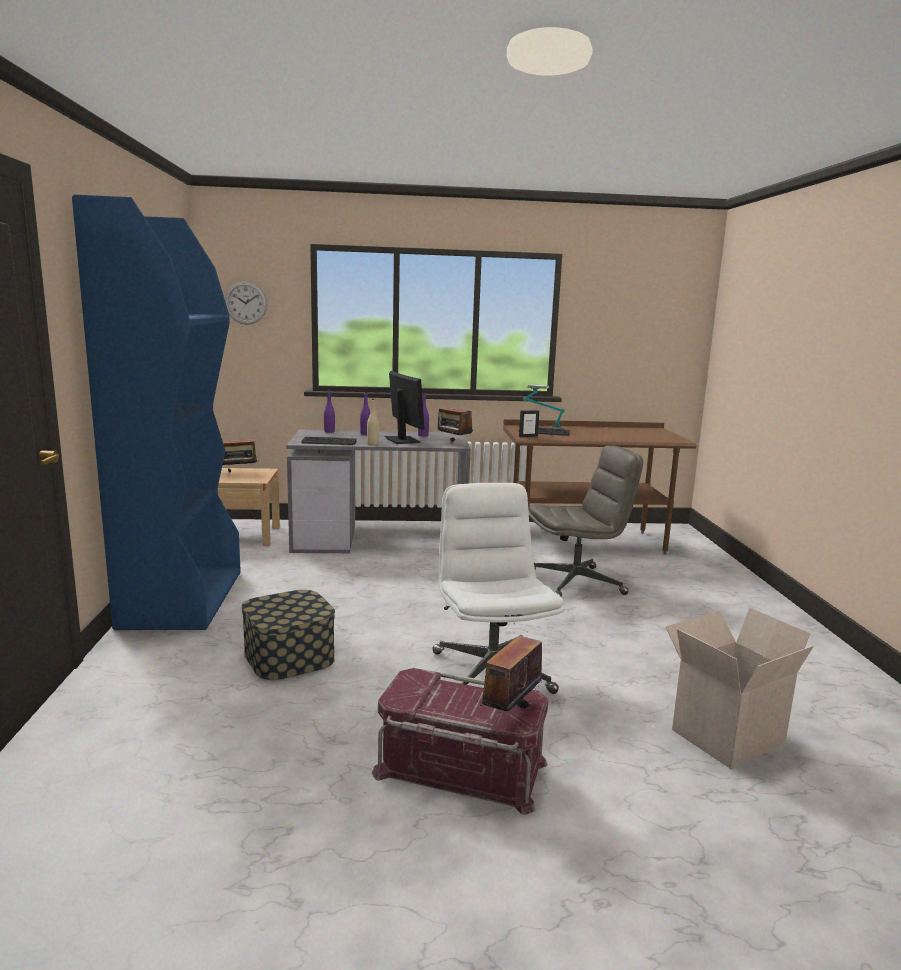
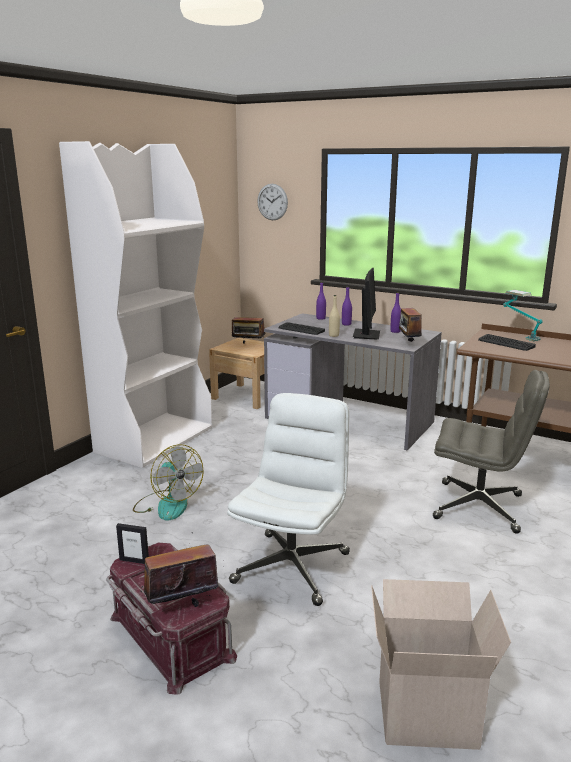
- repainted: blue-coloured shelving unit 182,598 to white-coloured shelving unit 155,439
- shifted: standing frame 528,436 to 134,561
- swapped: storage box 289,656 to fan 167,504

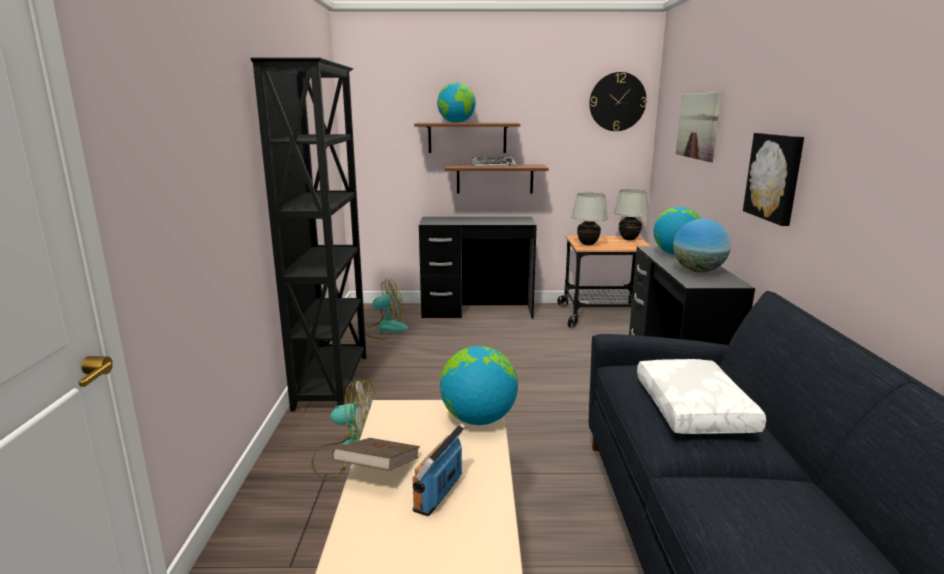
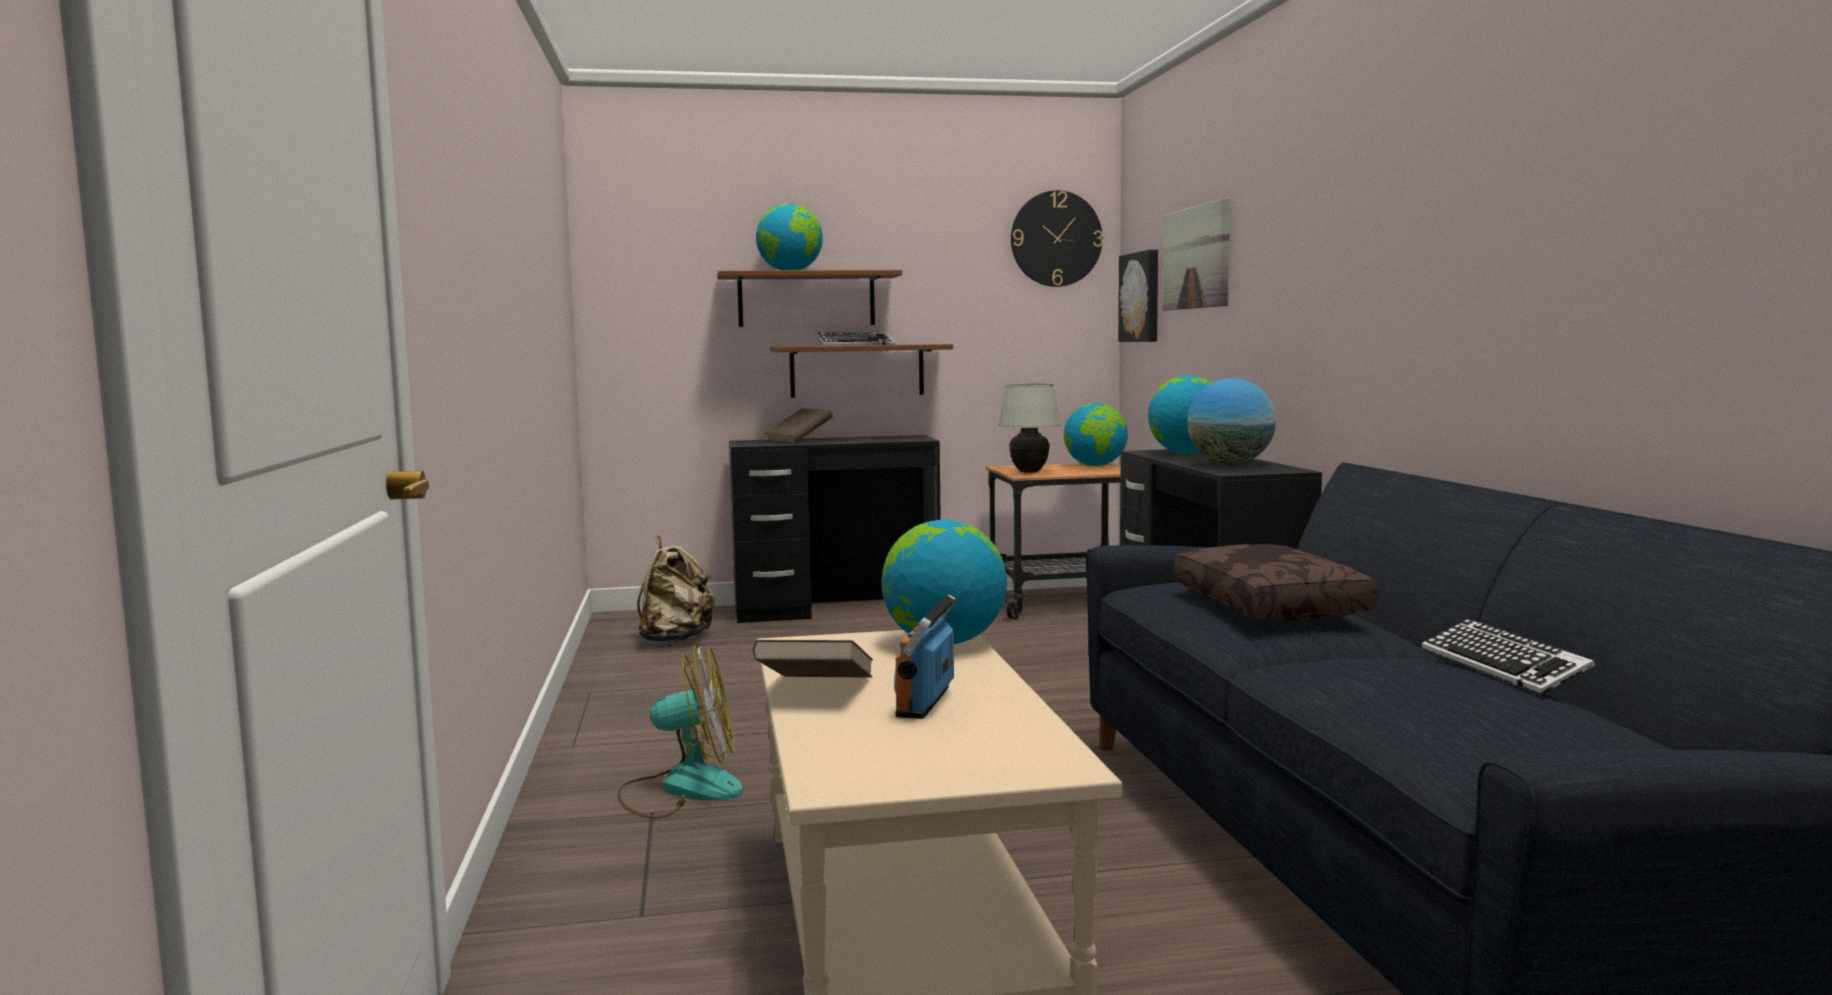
- gone: black-coloured shelving unit 333,381
- shifted: picture 775,177 to 1142,297
- swapped: white-coloured lamp for a table 629,239 to desk globe 1095,466
- swapped: fan 385,329 to beige knapsack 675,640
- repainted: white-coloured throw pillow 695,409 to brown throw pillow 1272,606
- new: brown volume 799,440
- new: keyboard 1503,667

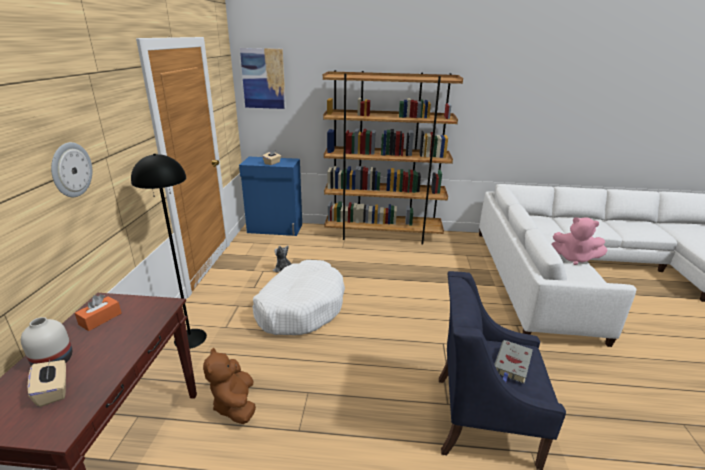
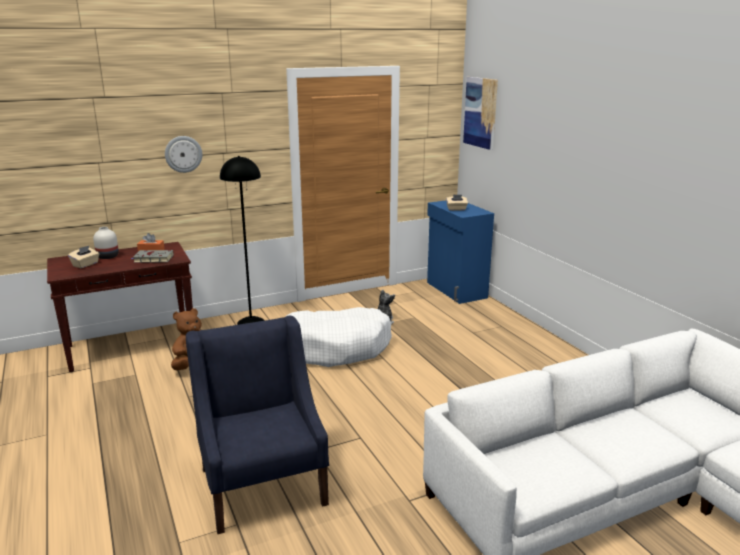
- gone: brown shelving unit 383,235
- gone: pinkish soft toy 574,258
- shifted: greyish volume 512,364 to 152,259

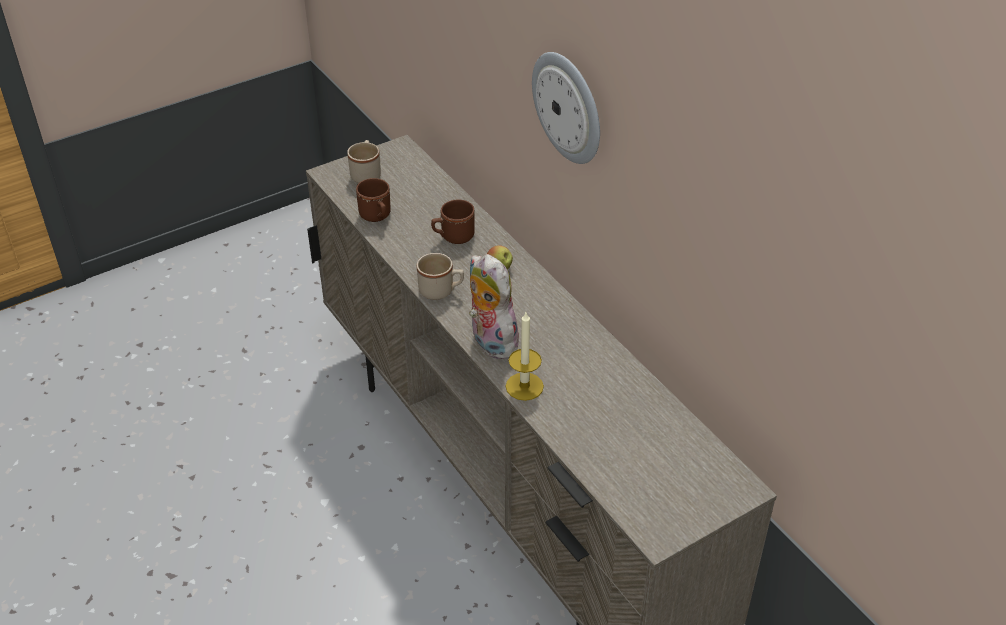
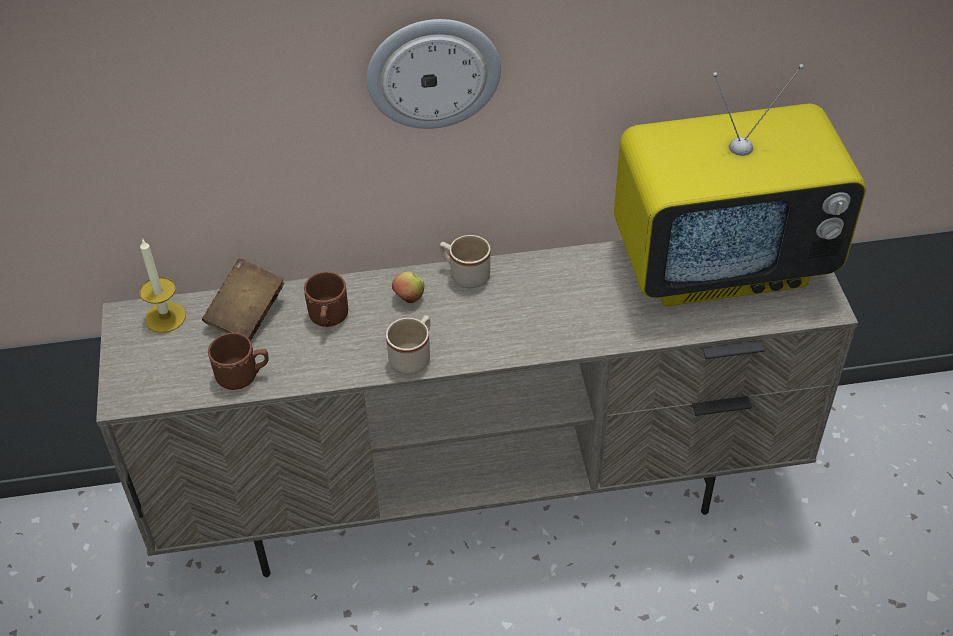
- shifted: beige coffee mug 366,173 to 464,274
- gone: soft toy 490,342
- shifted: wax light 524,386 to 165,317
- new: TV set 723,263
- new: brown volume 247,314

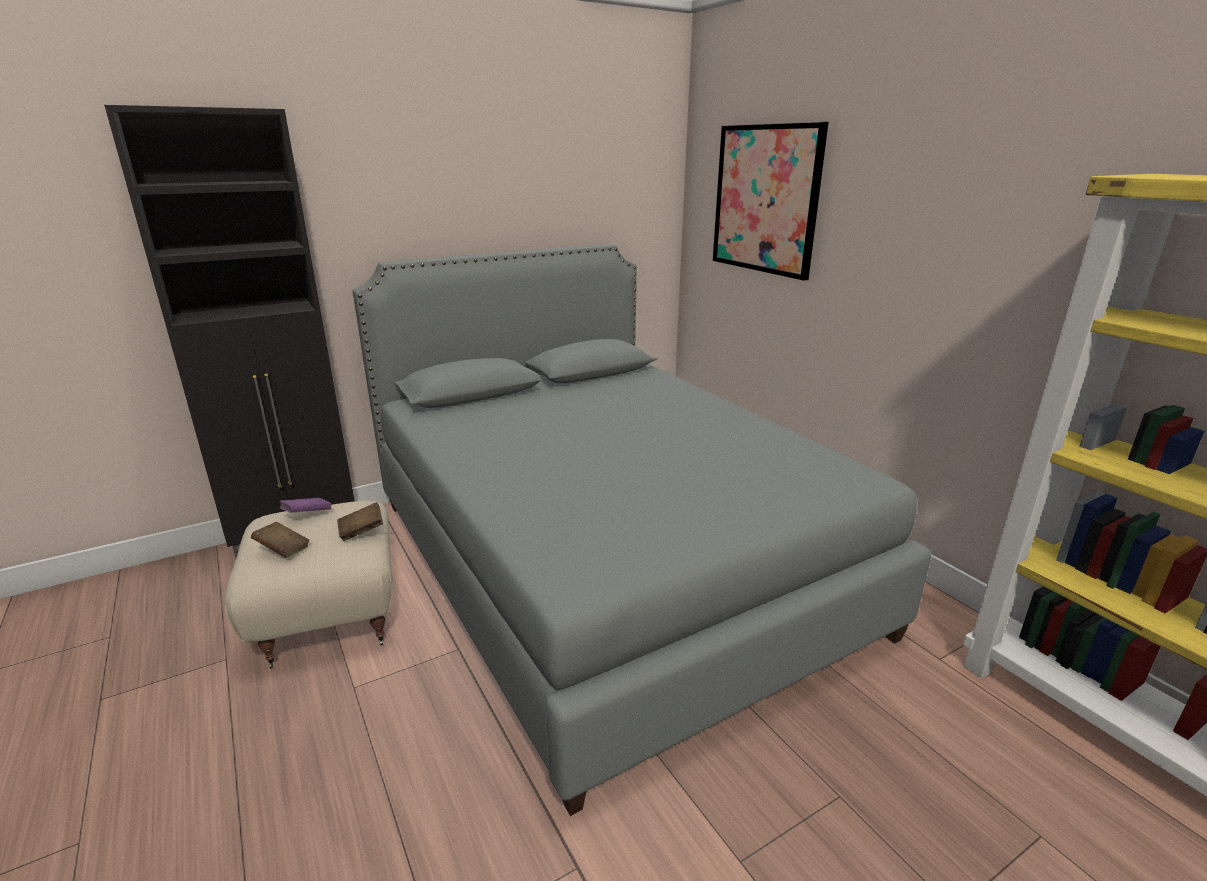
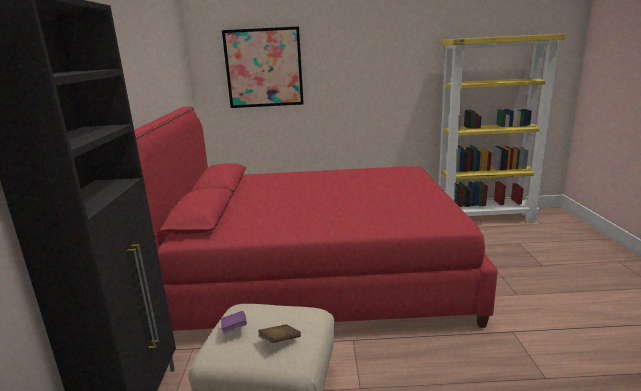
- repainted: greyish bed 606,564 to red-coloured bed 318,276
- gone: brown volume 361,531

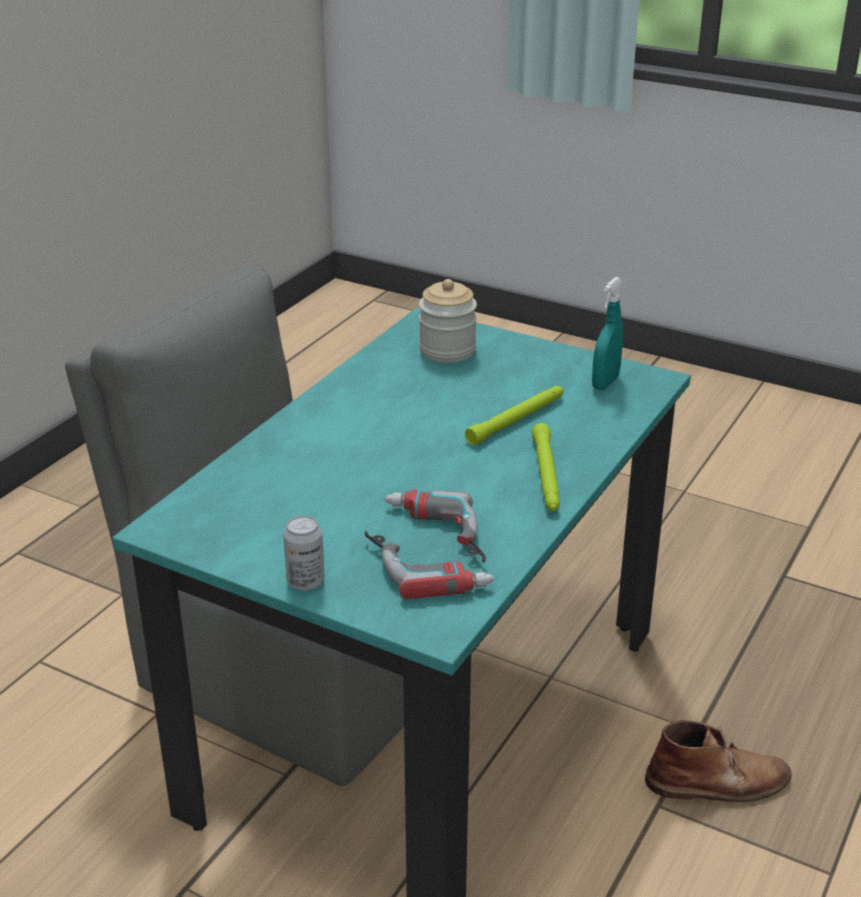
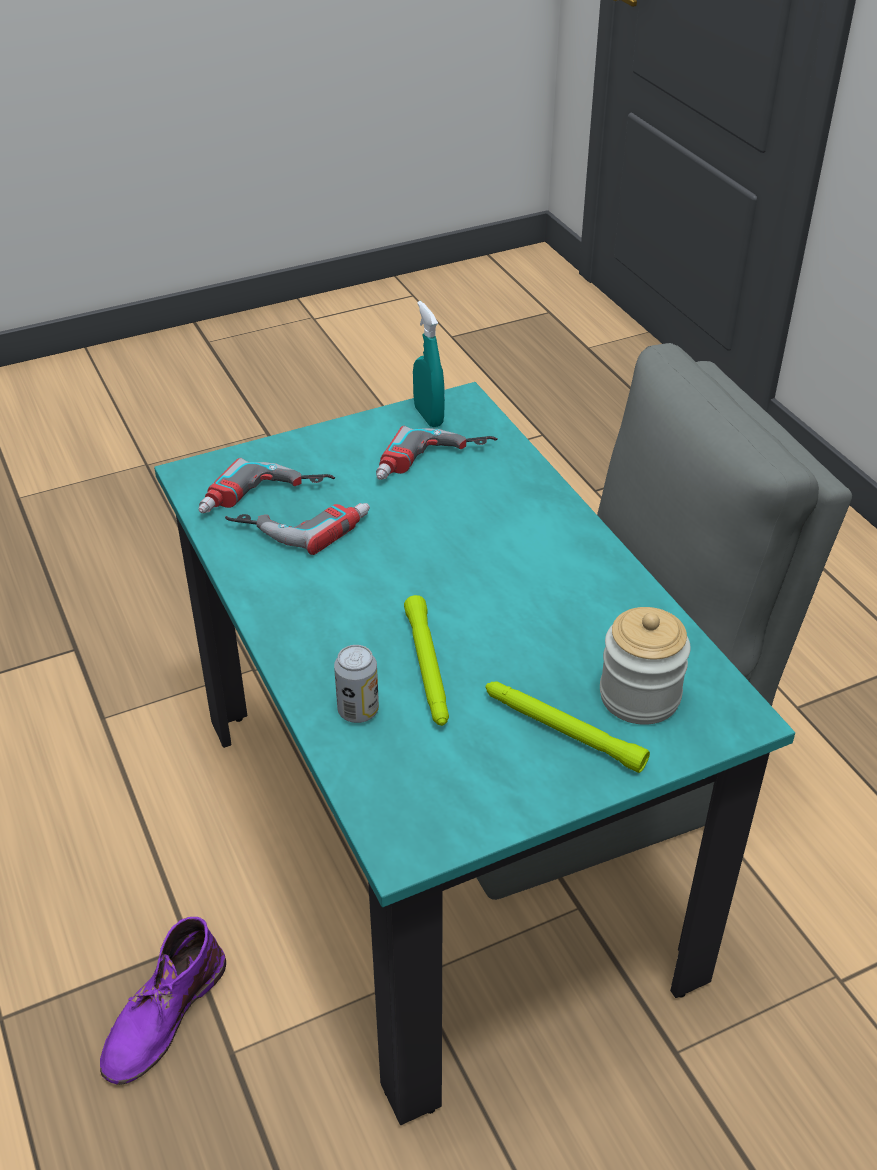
- shifted: blue-green hand sprayer 605,383 to 428,416
- shifted: green flashlight 546,475 to 562,730
- shifted: can 305,581 to 358,711
- repainted: brown high-top boot 719,782 to purple-coloured high-top boot 163,1015
- new: electric drill 435,465

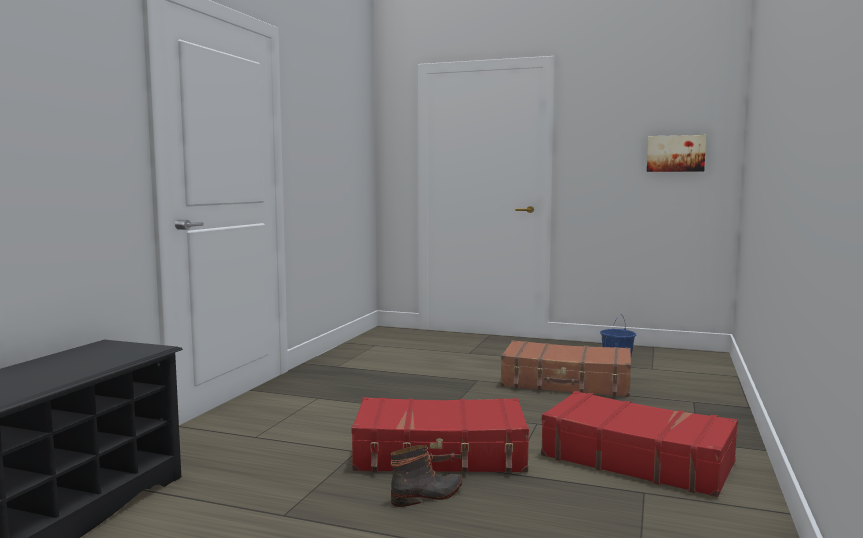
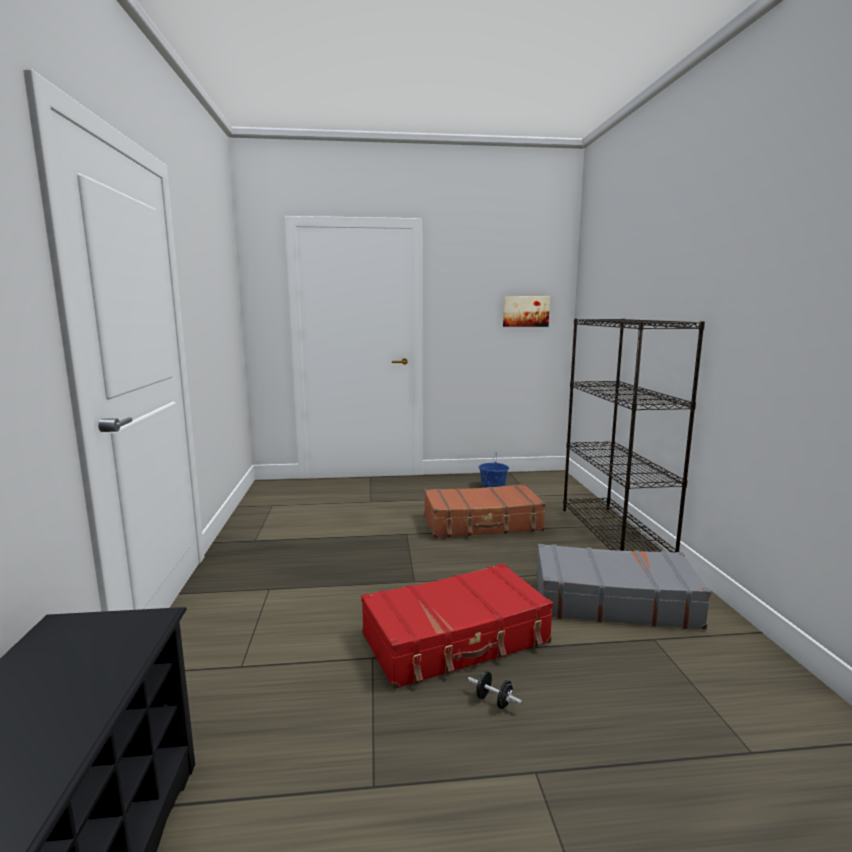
- repainted: red-coloured suitcase 636,459 to greyish suitcase 612,600
- swapped: high-top boot 428,495 to black-coloured dumbbell 494,701
- new: black-coloured shelving unit 614,535

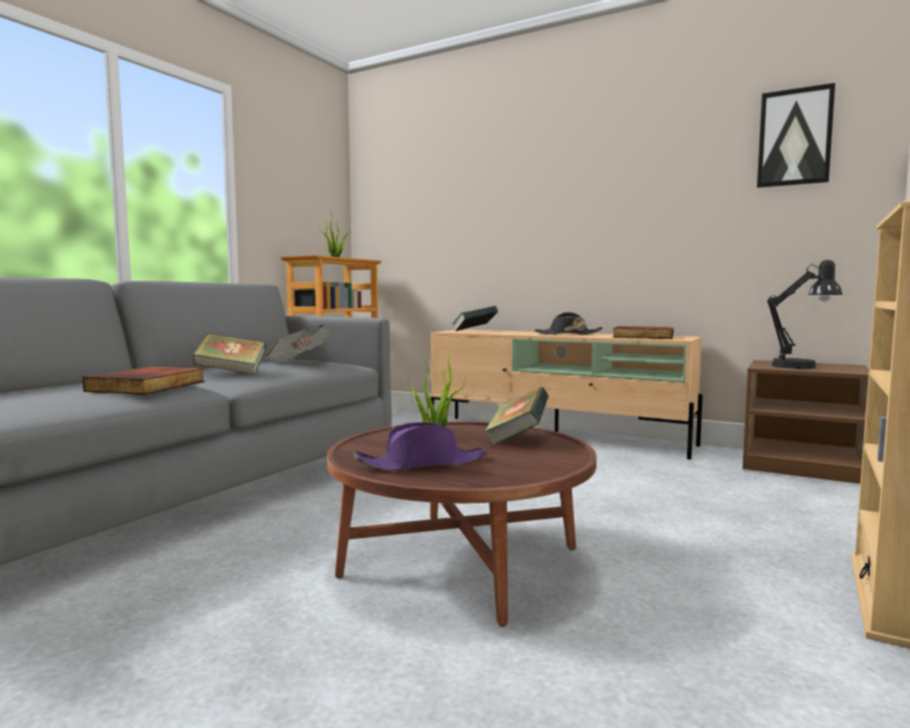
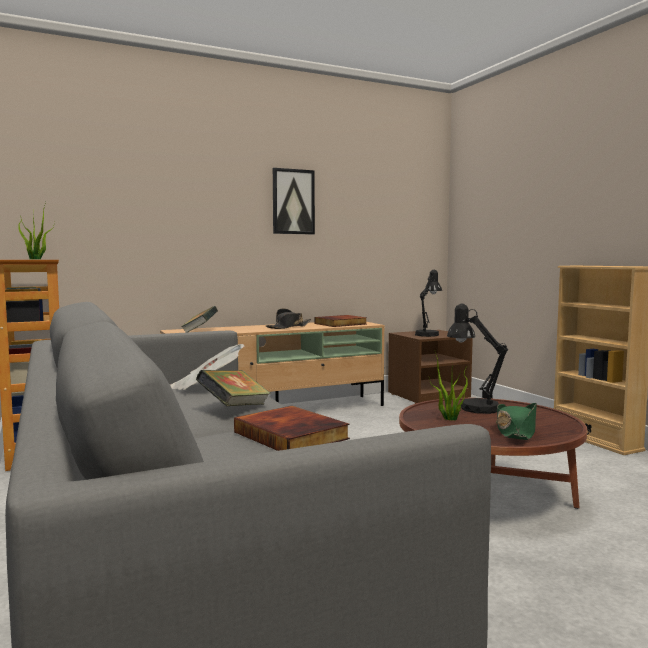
- shifted: picture 794,137 to 293,202
- swapped: volume 517,439 to black-coloured lamp for a table 473,407
- repainted: purple-coloured wearable hat 423,464 to green wearable hat 516,431

